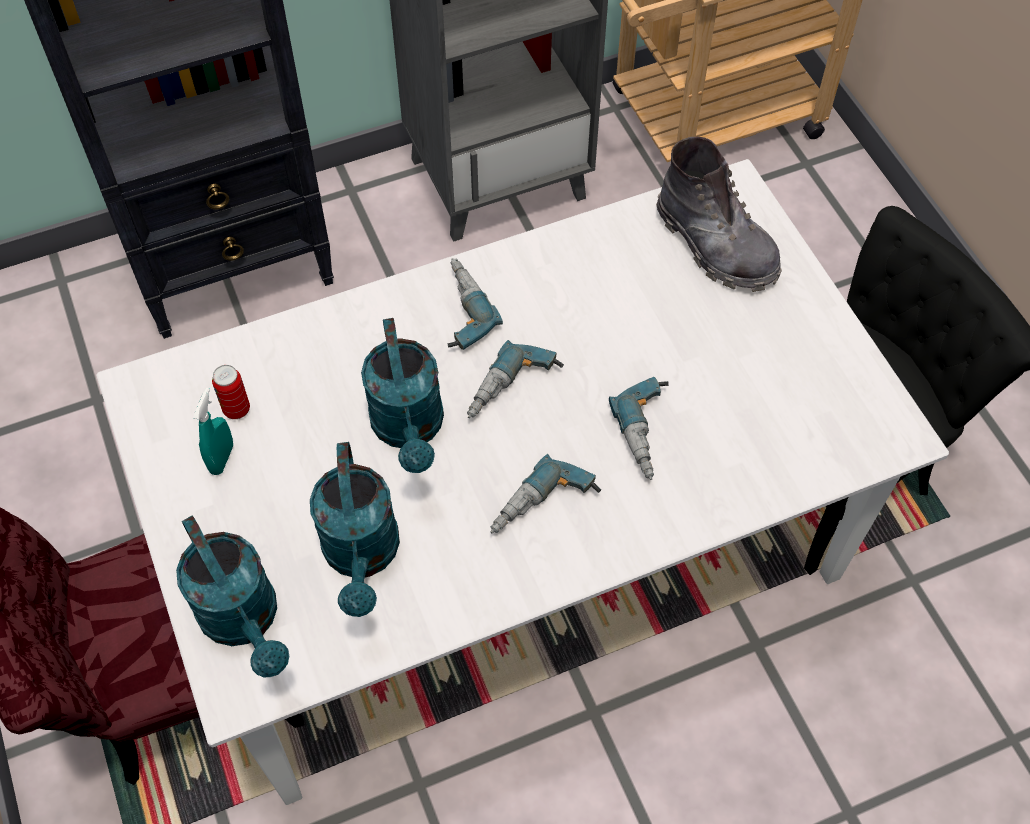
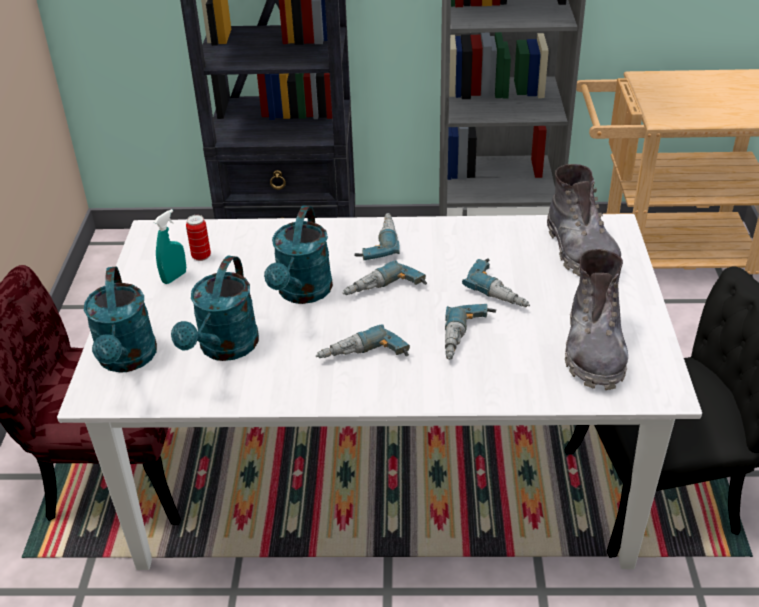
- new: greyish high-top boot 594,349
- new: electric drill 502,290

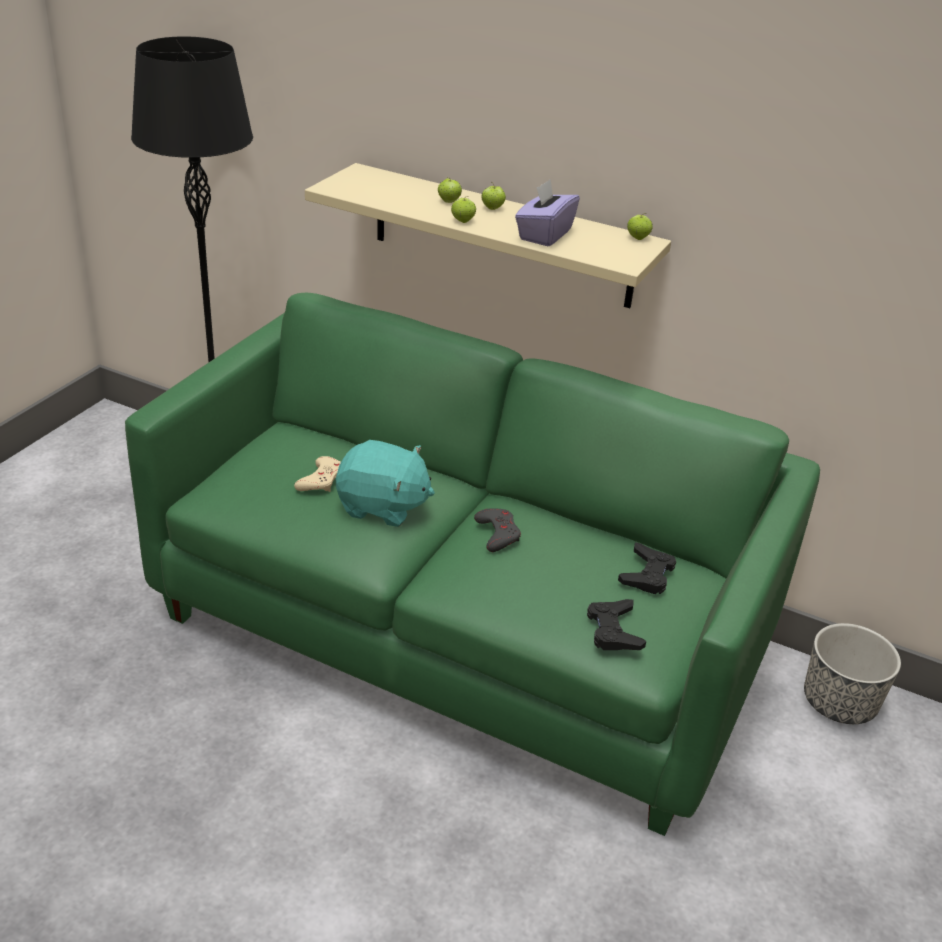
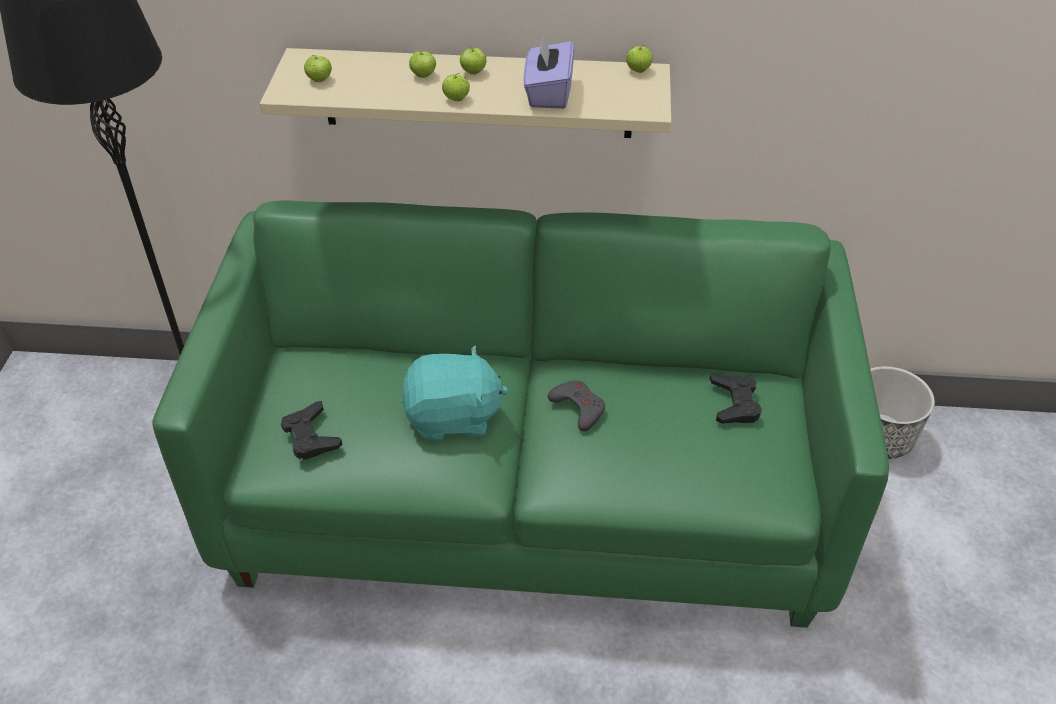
- gone: beige joypad 321,480
- shifted: black-coloured joypad 613,630 to 311,436
- new: apple 319,80

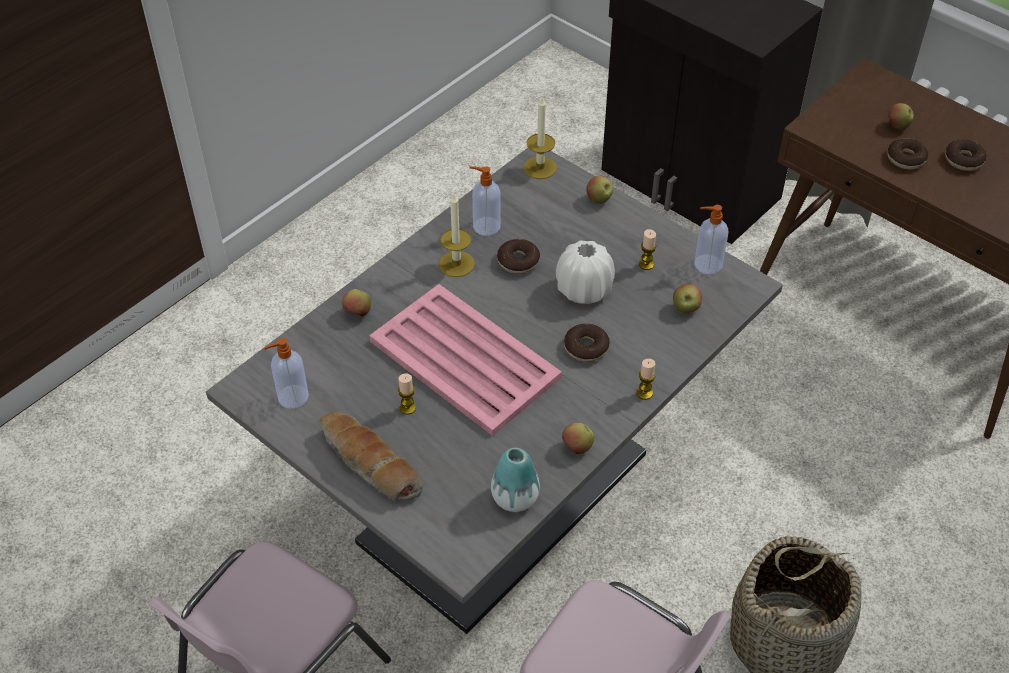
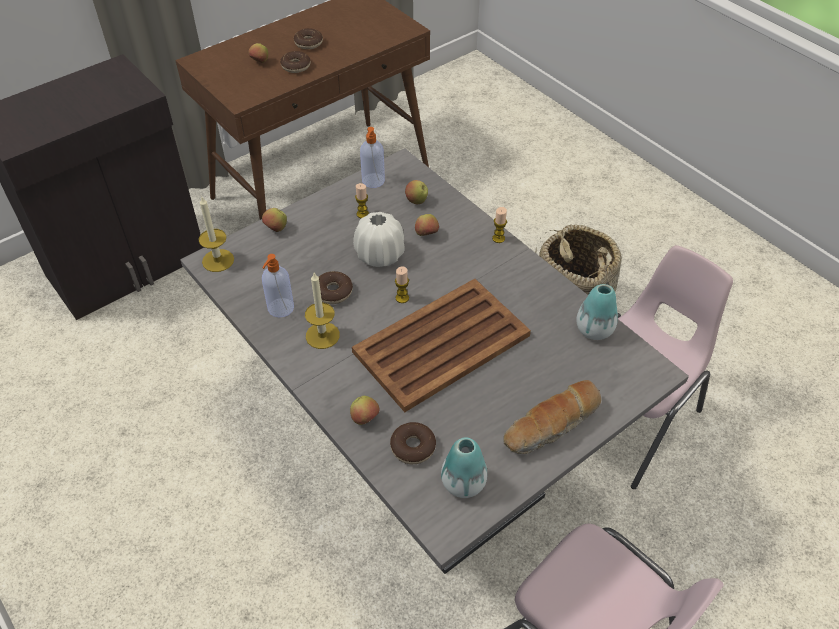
- repainted: pinkish serving tray 465,361 to brown serving tray 443,343
- shifted: ring doughnut 586,347 to 413,447
- swapped: liquid soap bottle 292,397 to vase 463,483
- shifted: wax light 407,408 to 402,298
- shifted: apple 577,447 to 426,235

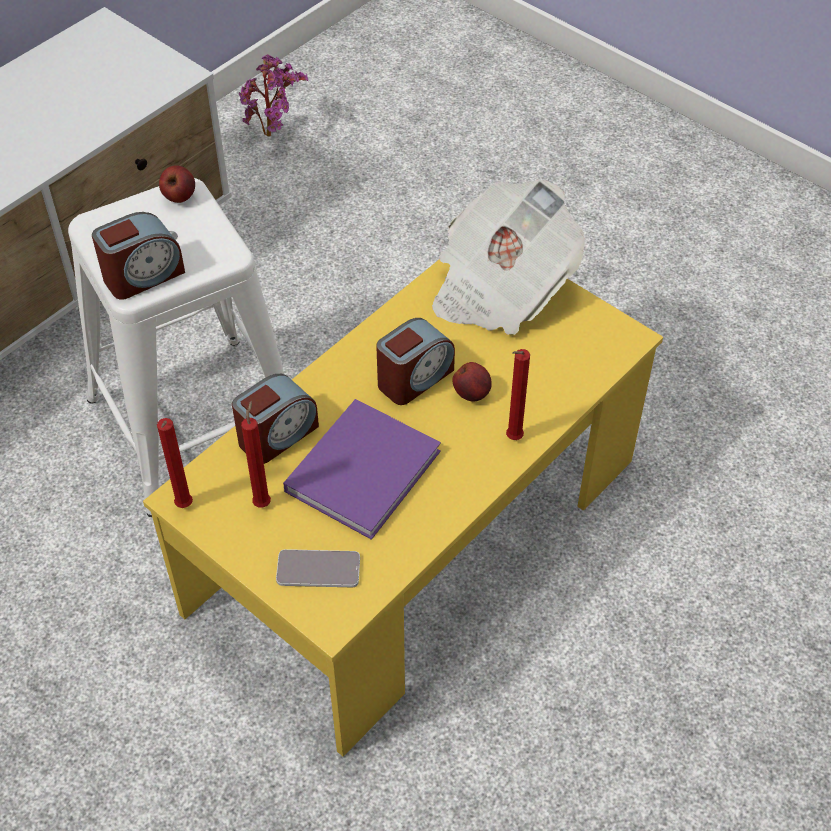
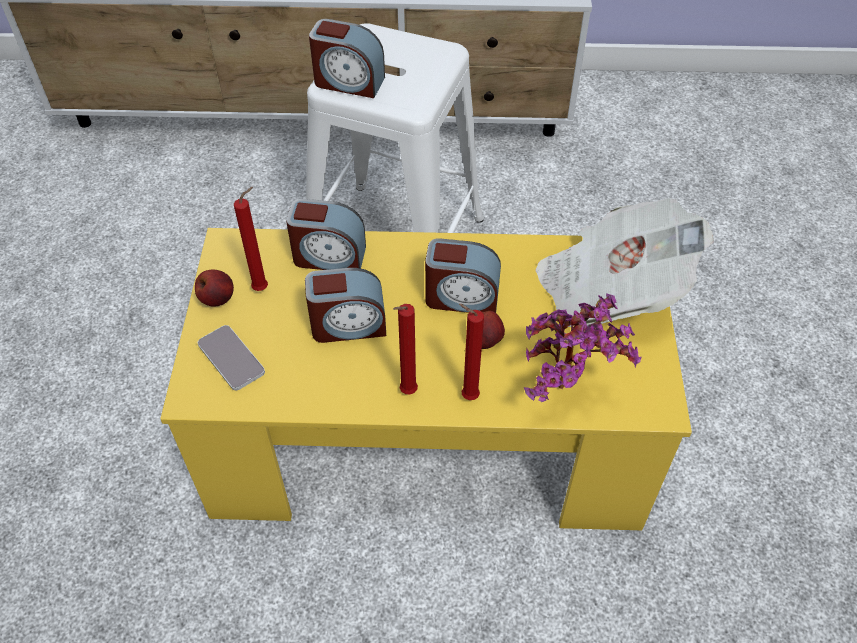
- shifted: plant in a pot 274,135 to 567,391
- shifted: apple 179,197 to 217,299
- swapped: purple-coloured volume 366,468 to bedside clock 348,324
- shifted: red-coloured wax light 184,507 to 406,393

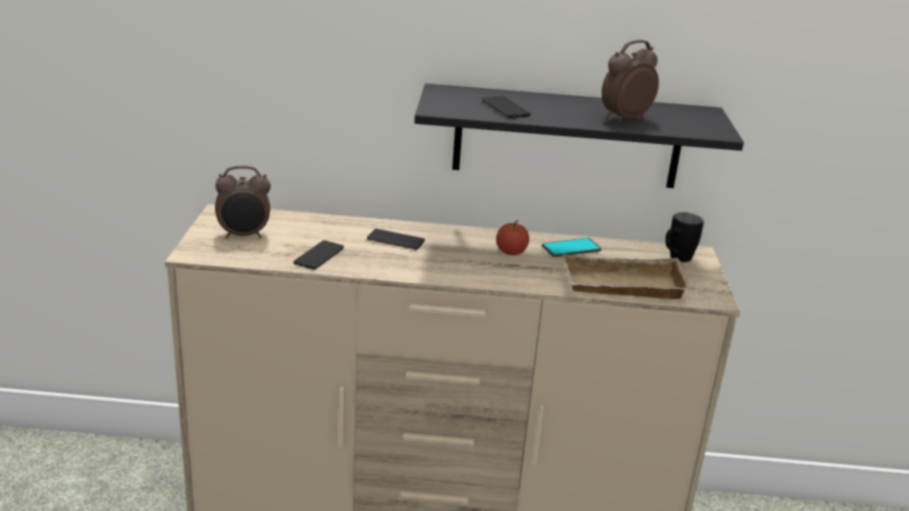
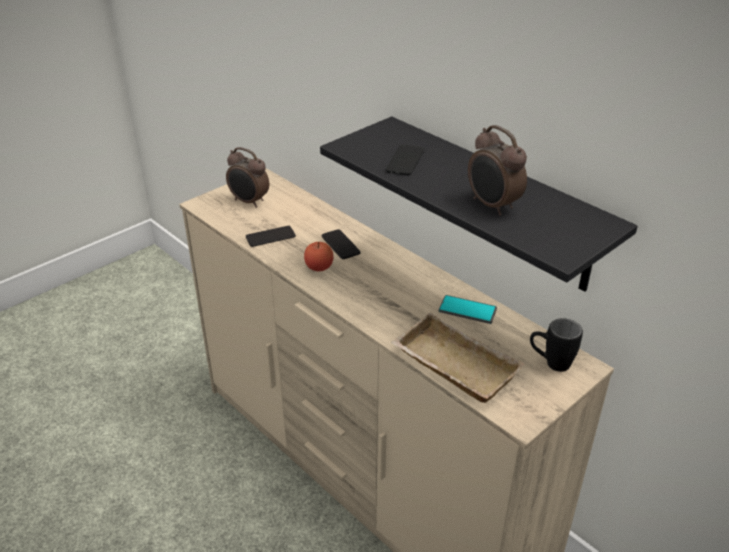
- rotated: bedside clock 624,119 = 492,206 135 degrees counterclockwise
- shifted: apple 511,252 to 319,267

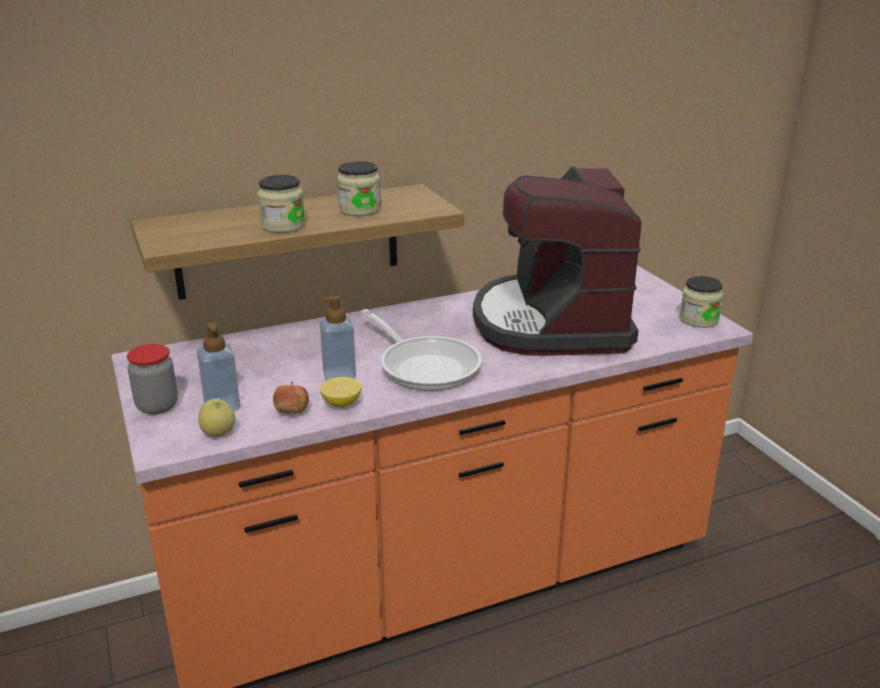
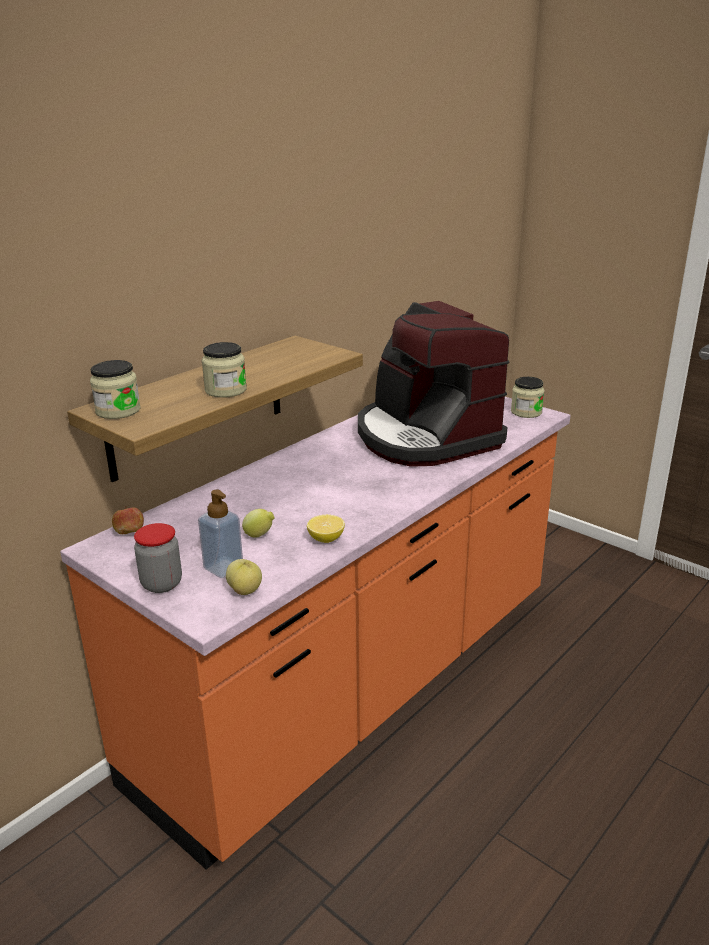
- shifted: storage jar 359,210 to 118,411
- gone: liquid soap bottle 339,375
- gone: frying pan 425,365
- shifted: apple 292,413 to 129,533
- new: lemon 259,535

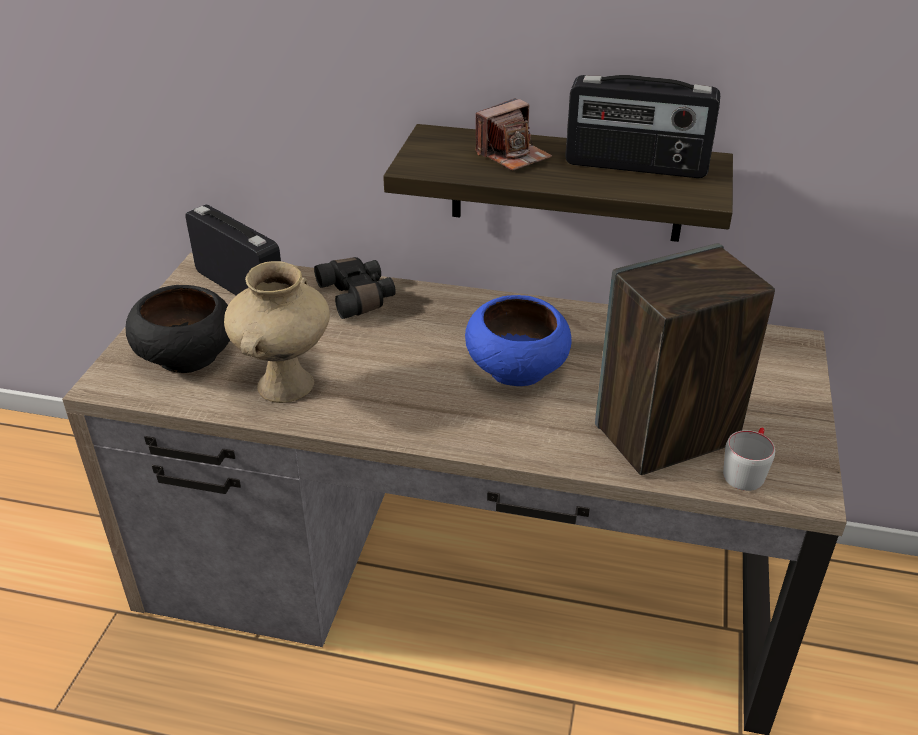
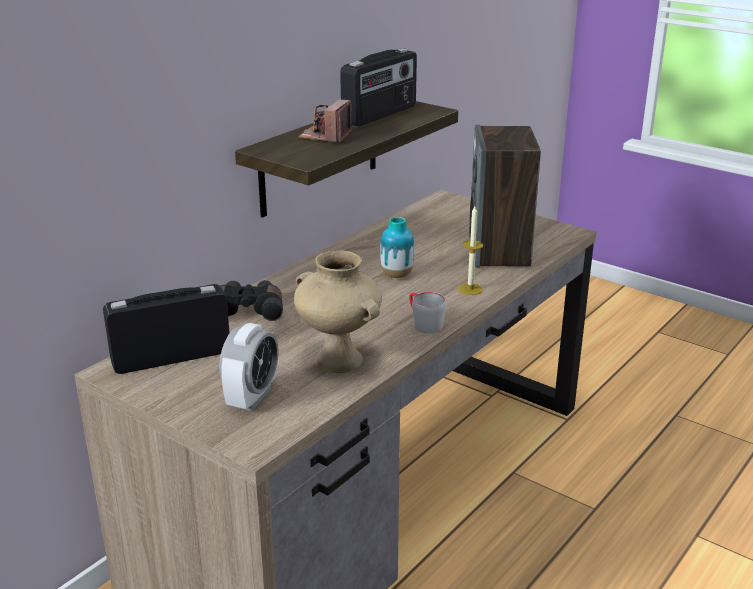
- rotated: still camera 513,155 = 326,136 150 degrees counterclockwise
- swapped: black-coloured serving bowl 187,355 to bedside clock 252,397
- swapped: blue-coloured serving bowl 517,368 to vase 397,275
- shifted: greyish coffee mug 746,470 to 423,323
- new: wax light 470,289

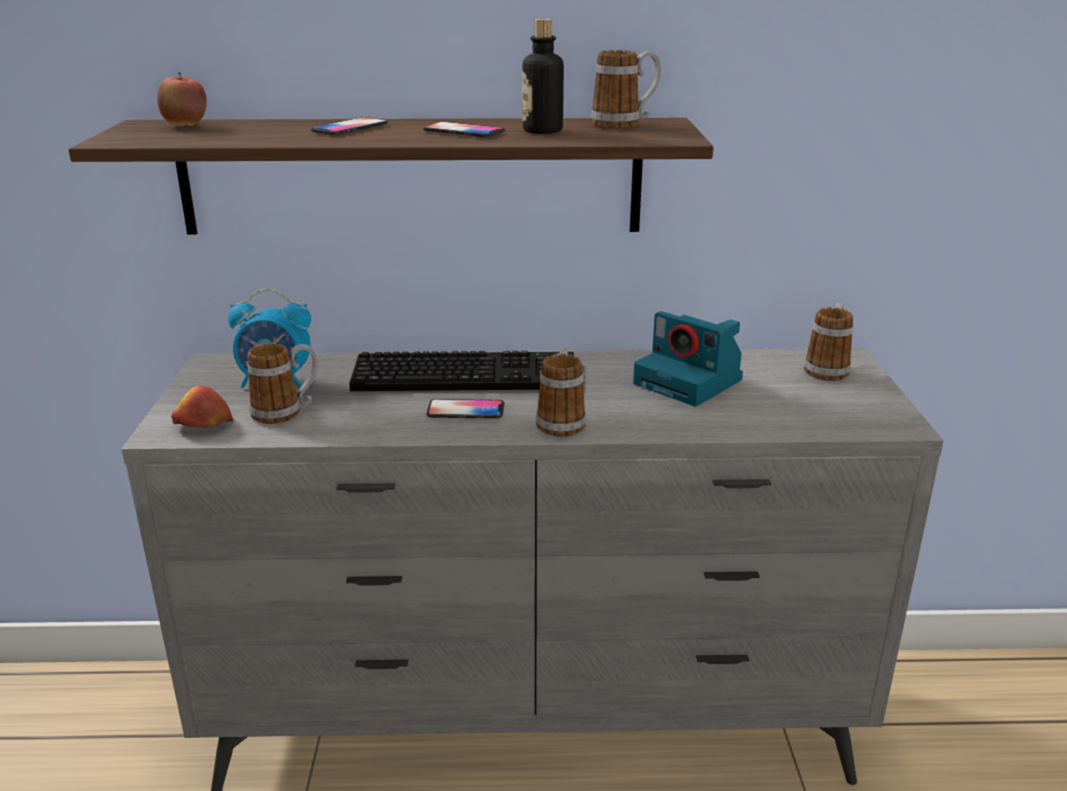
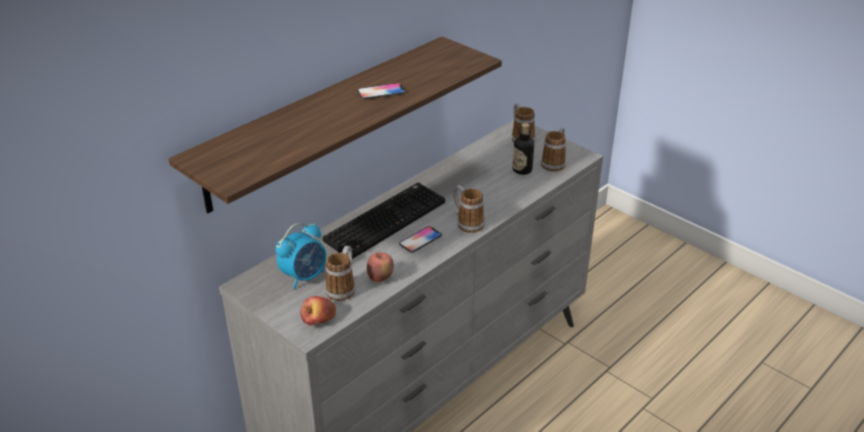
- shifted: bottle 542,130 to 522,170
- shifted: coffee mug 625,123 to 554,162
- shifted: apple 186,125 to 380,278
- gone: telephone 350,128
- gone: still camera 690,382

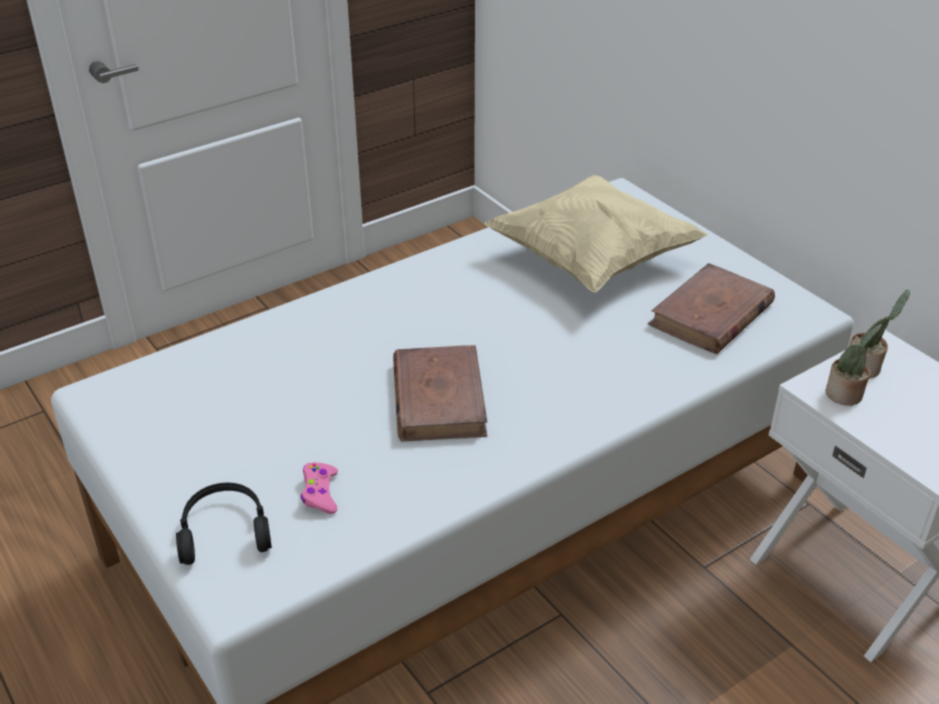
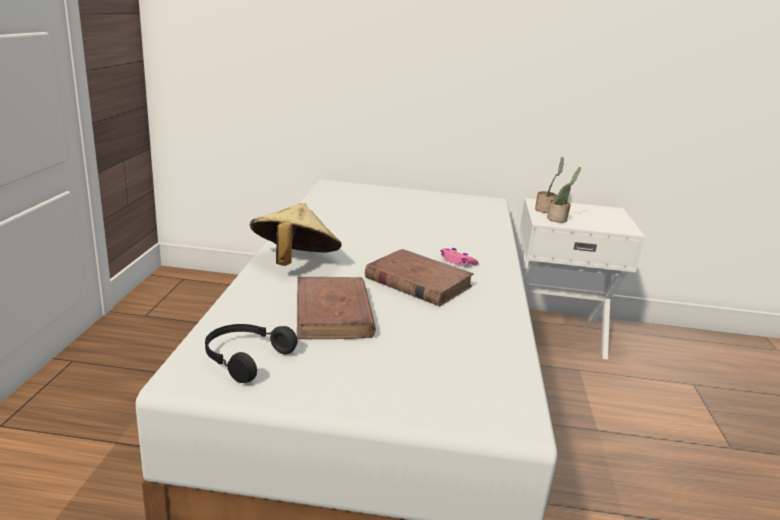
- gone: beige throw pillow 592,260
- shifted: brown volume 711,315 to 333,313
- shifted: pinkish joypad 320,493 to 457,261
- shifted: black-coloured pair of headphones 224,531 to 244,358
- new: beige wearable hat 294,263

